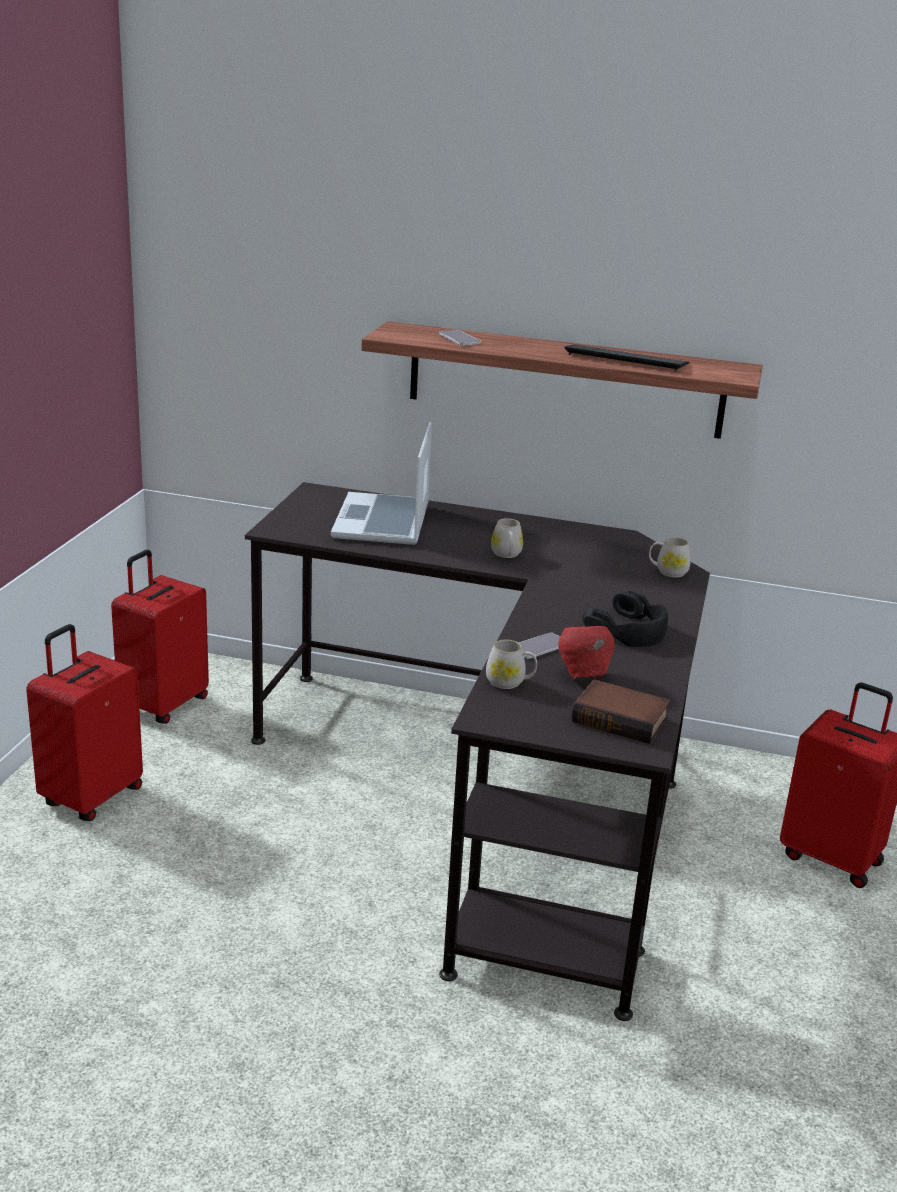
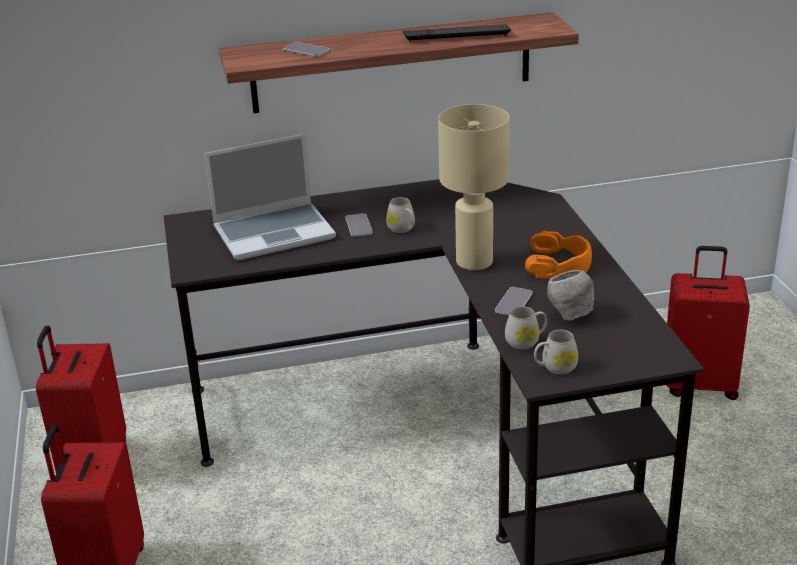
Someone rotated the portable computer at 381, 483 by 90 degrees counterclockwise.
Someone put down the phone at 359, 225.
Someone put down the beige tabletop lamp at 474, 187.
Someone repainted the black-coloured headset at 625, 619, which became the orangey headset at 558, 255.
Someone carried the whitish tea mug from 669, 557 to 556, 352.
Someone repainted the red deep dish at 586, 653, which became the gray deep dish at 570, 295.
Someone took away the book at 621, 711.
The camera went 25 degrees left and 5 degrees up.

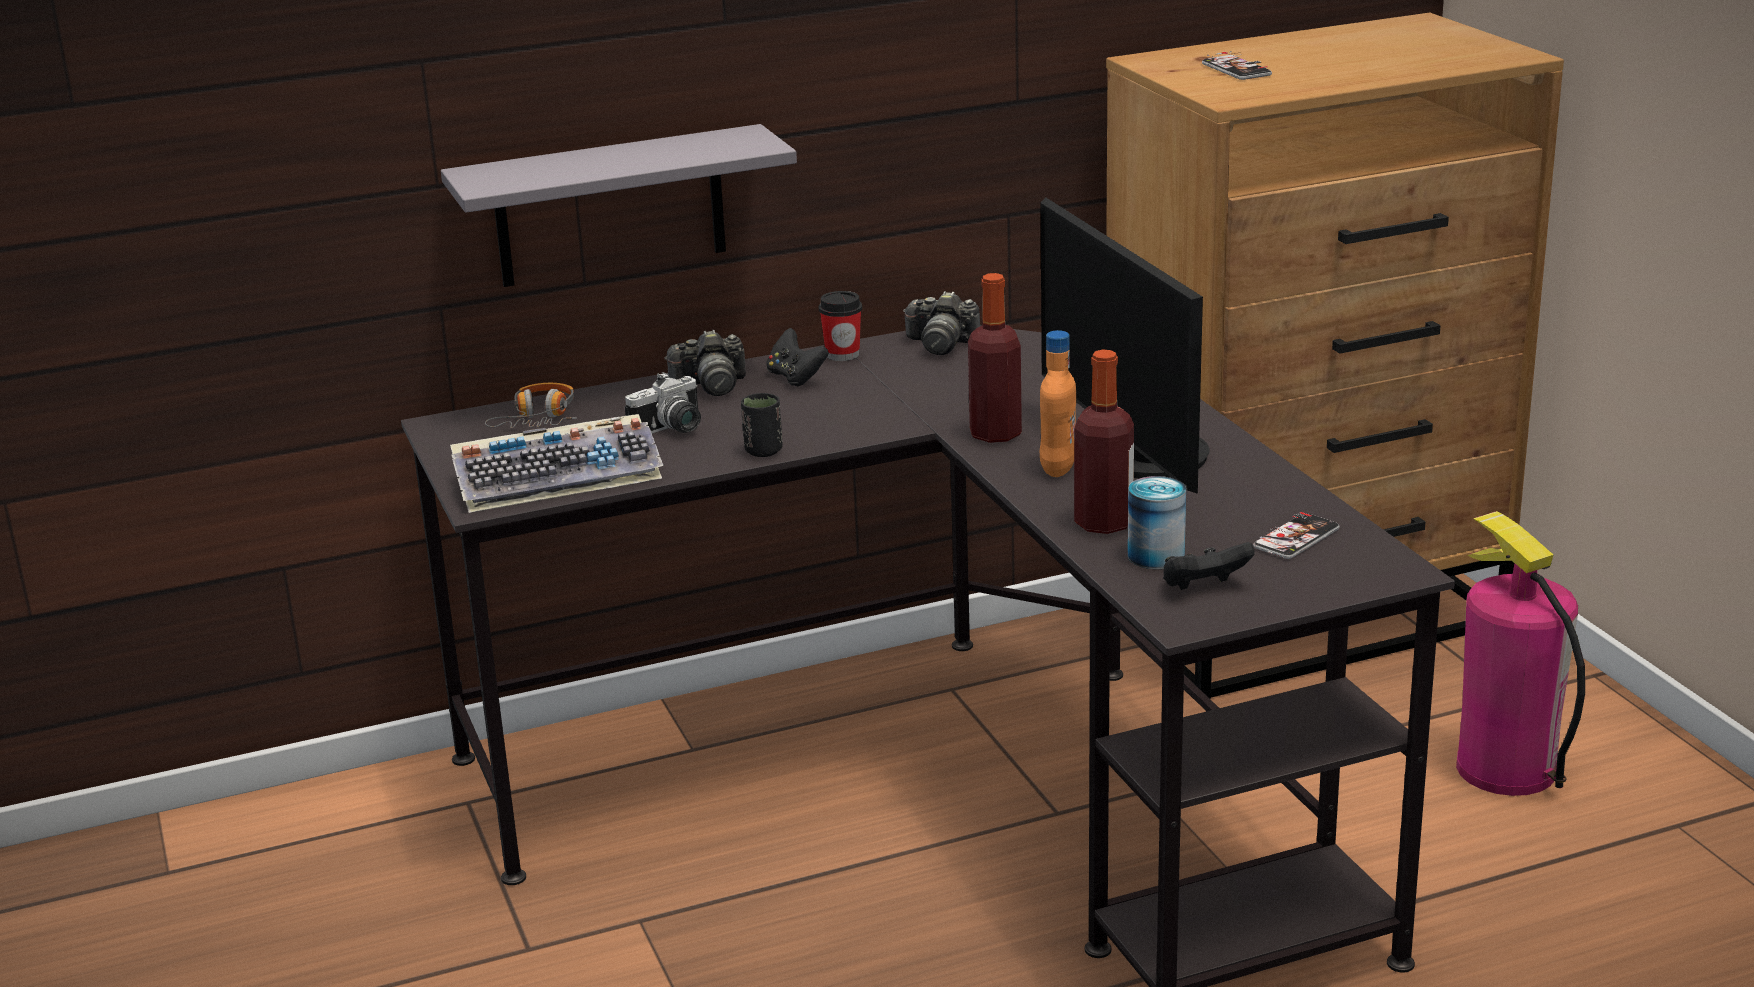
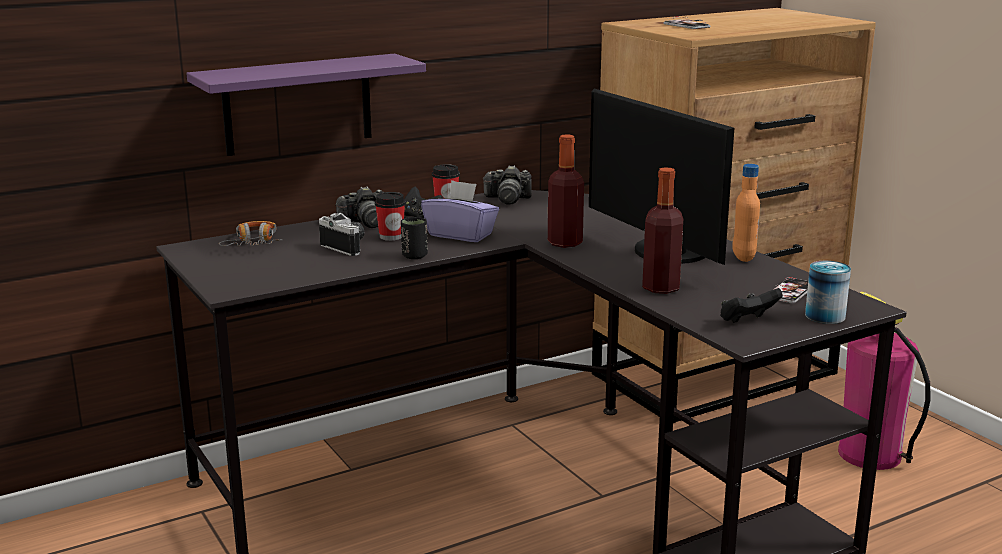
Someone repainted the gray bracket shelf at 619, 205, which became the purple-coloured bracket shelf at 306, 105.
Someone rotated the still camera at 663, 403 by 90 degrees counterclockwise.
Someone put down the drinking cup at 390, 216.
Someone put down the purple-coloured box of tissues at 460, 211.
Someone carried the orangey drink bottle from 1058, 403 to 746, 213.
Someone carried the metal can from 1157, 522 to 828, 292.
Someone took away the computer keyboard at 556, 463.
The camera went 10 degrees left and 5 degrees down.

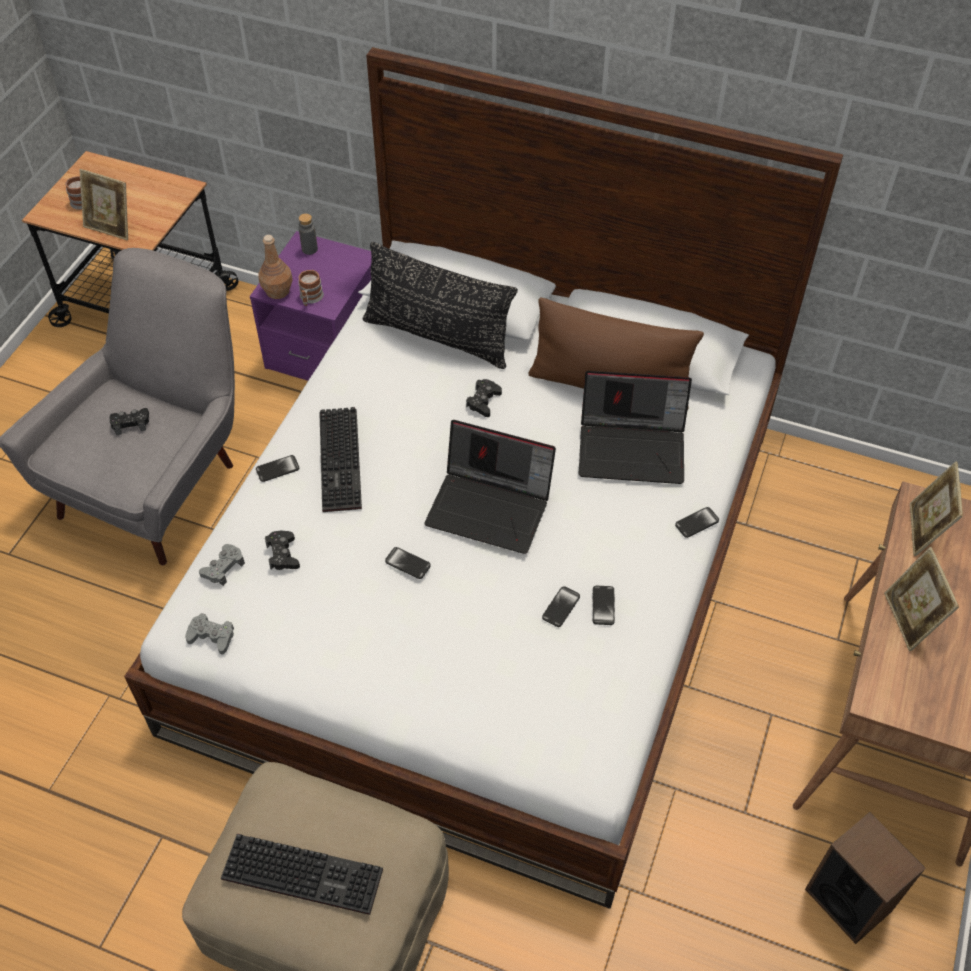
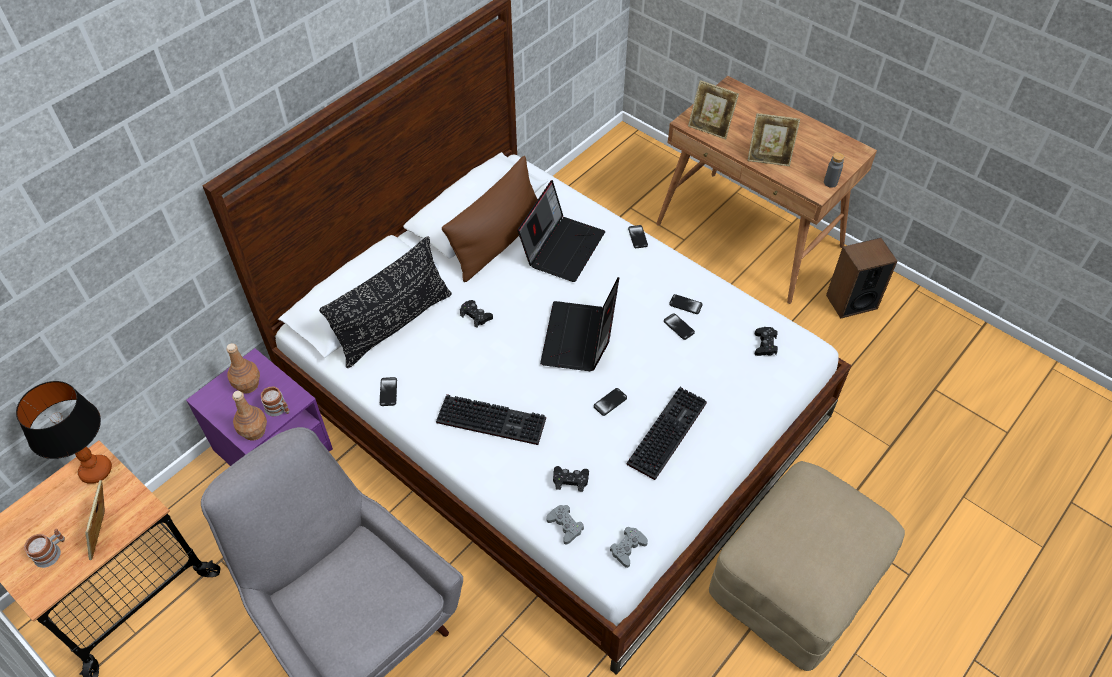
Someone put down the tabletop lamp at 64, 432.
Someone rotated the standing frame at 104, 204 by 135 degrees clockwise.
Someone put down the brown-coloured drink bottle at 243, 368.
Someone carried the phone from 277, 468 to 388, 391.
Someone rotated the portable computer at 490, 487 by 150 degrees clockwise.
Someone carried the computer keyboard from 302, 874 to 667, 433.
Someone carried the black-coloured joypad from 129, 421 to 766, 341.
Someone carried the gray drink bottle from 308, 234 to 834, 170.
The camera went 70 degrees left and 0 degrees up.

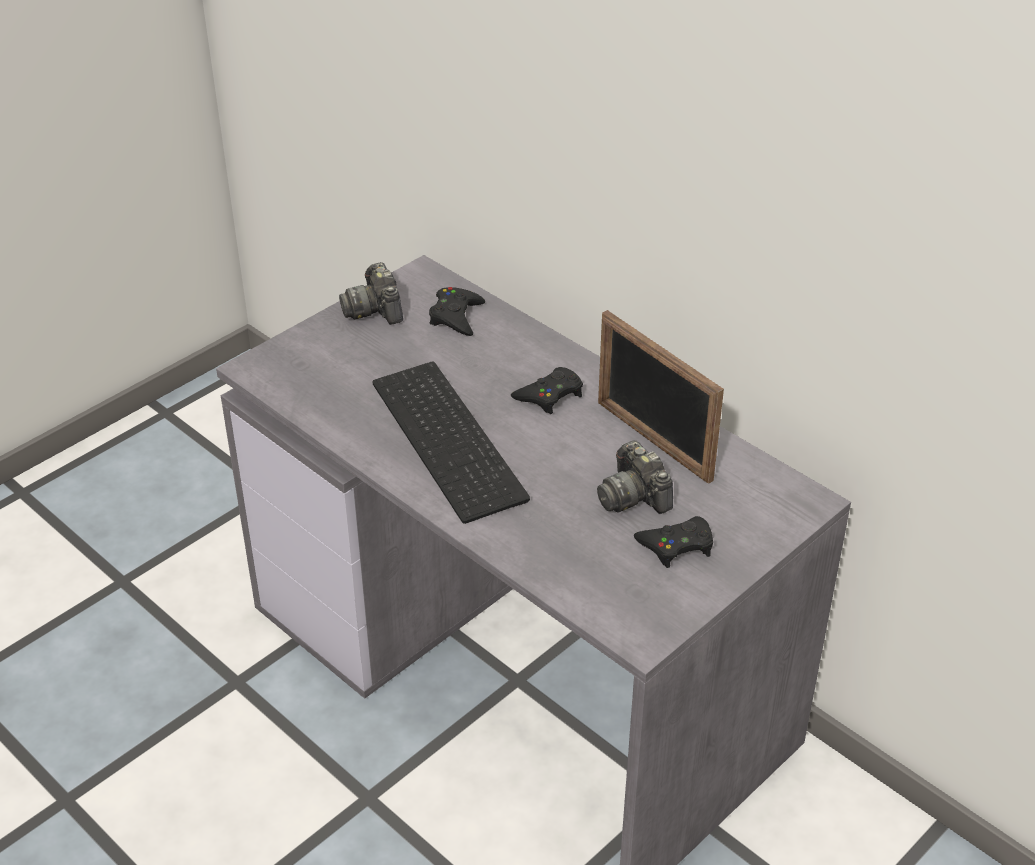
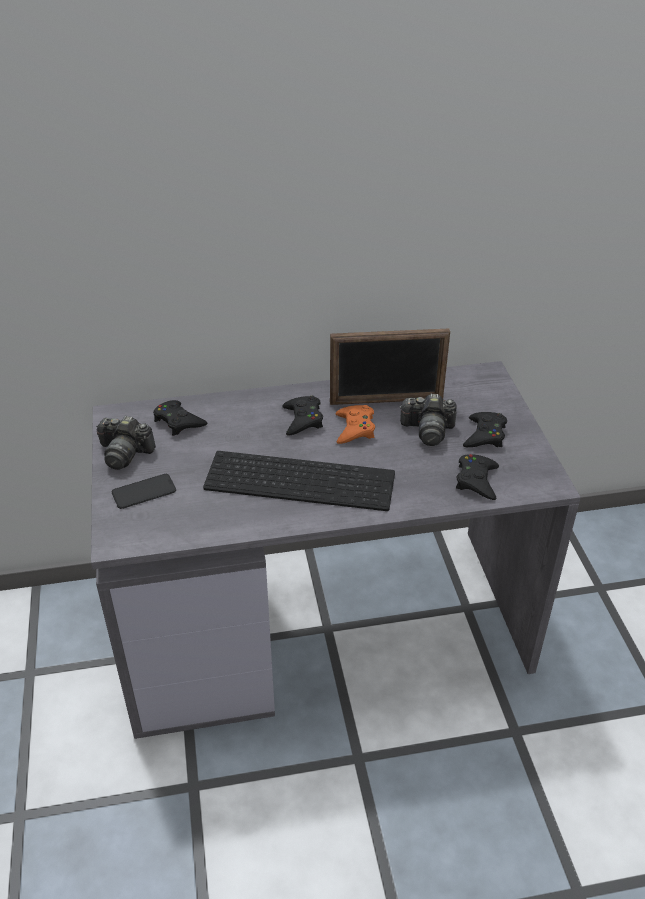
Someone put down the phone at 144, 491.
Someone put down the orangey joypad at 355, 424.
Someone put down the black-coloured joypad at 477, 477.
The camera went 55 degrees left and 0 degrees up.

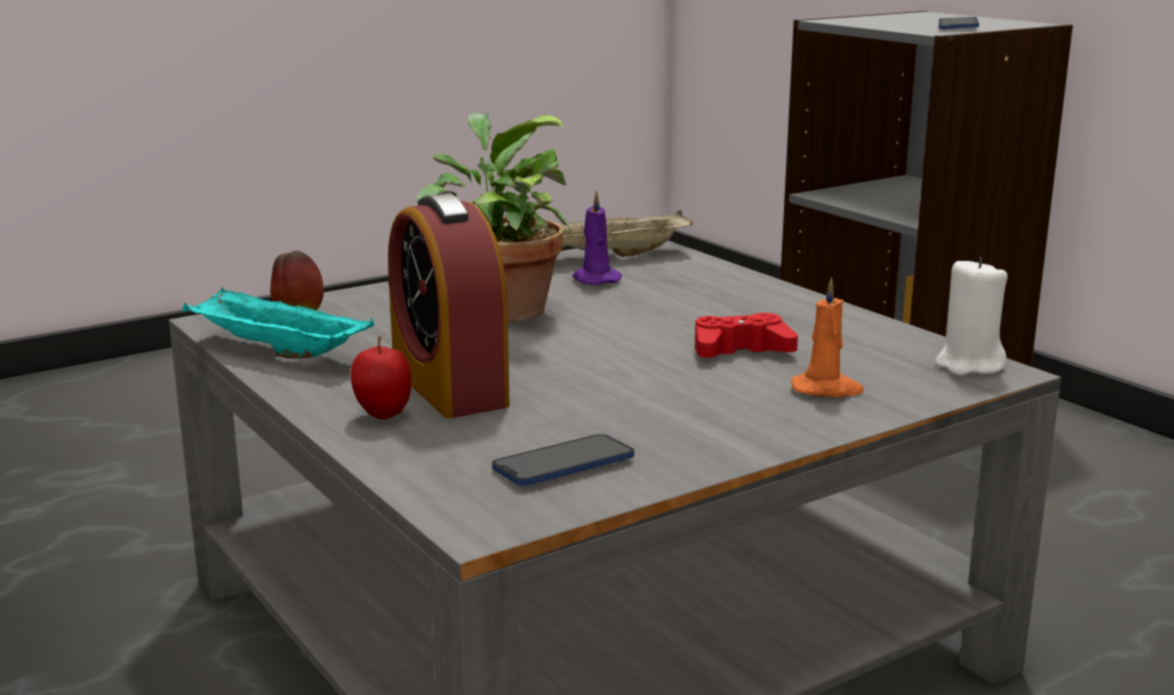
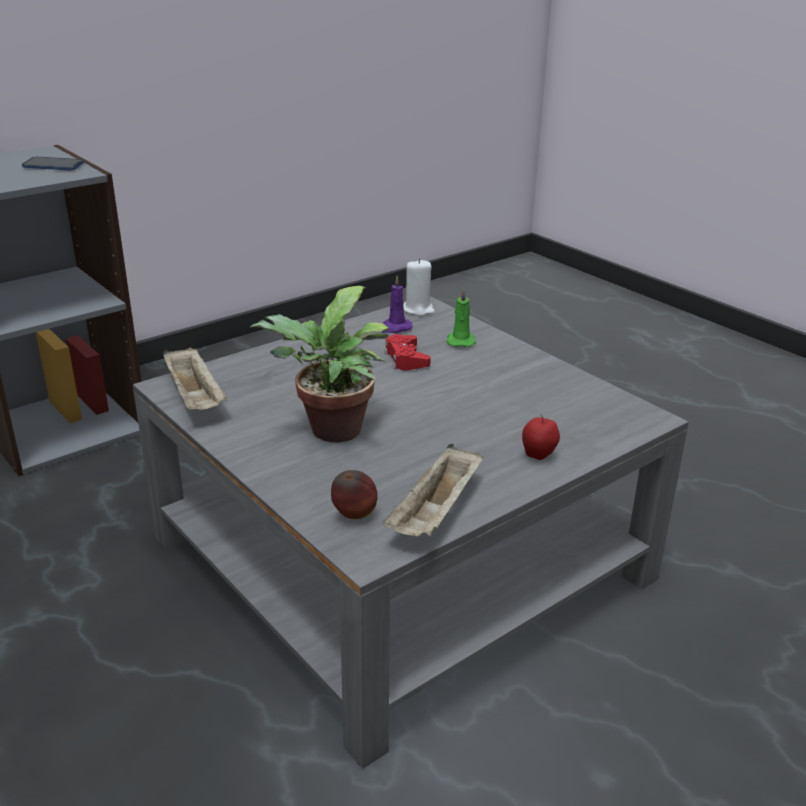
Someone carried the purple-coloured wax candle from 597, 237 to 397, 304.
Someone repainted the turquoise-coloured carrying tray at 278, 323, which became the beige carrying tray at 433, 490.
Someone repainted the orangey wax candle at 827, 337, which became the greenish wax candle at 461, 317.
Someone took away the alarm clock at 449, 305.
Someone took away the phone at 563, 459.
The camera went 95 degrees left and 10 degrees up.

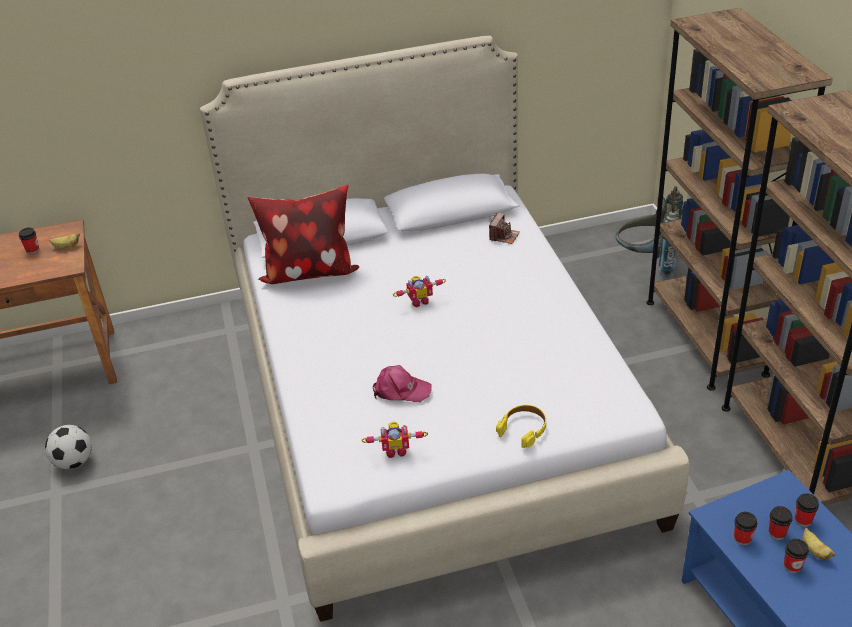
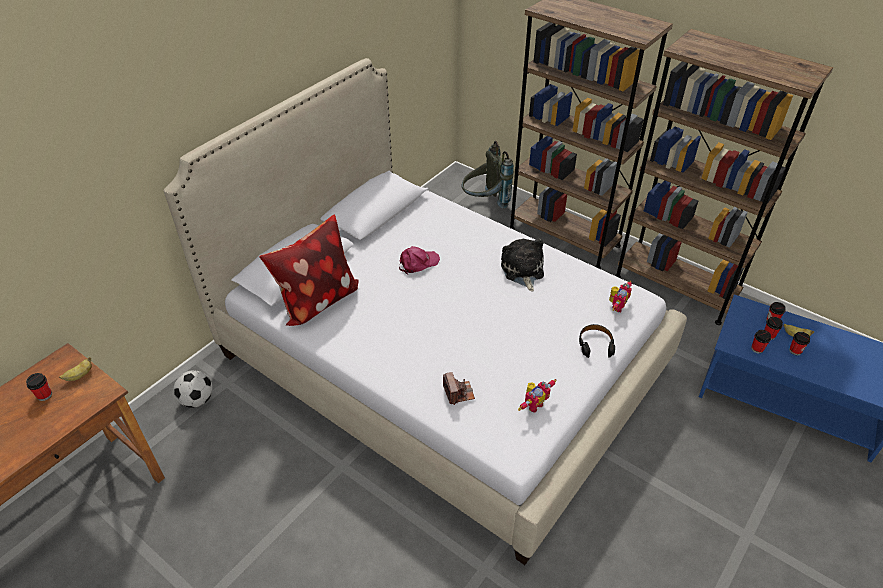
Someone carried the football ball from 68, 447 to 193, 389.
Someone carried the pink-coloured baseball cap from 402, 383 to 419, 260.
Someone carried the still camera from 504, 228 to 459, 388.
Someone put down the soft toy at 522, 265.
Someone repainted the yellowish headset at 521, 426, which became the black-coloured headset at 597, 341.
Someone carried the toy robot from 419, 291 to 620, 296.
The camera went 40 degrees left and 5 degrees up.

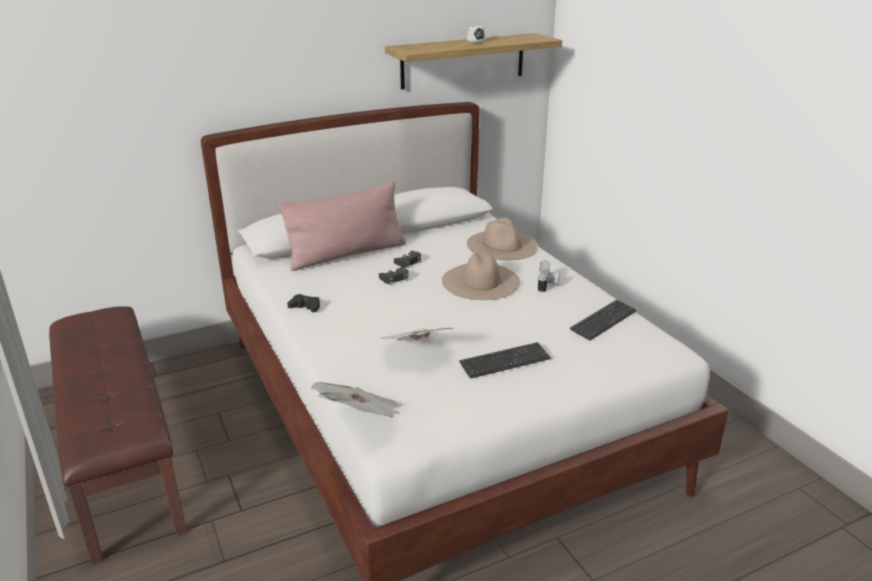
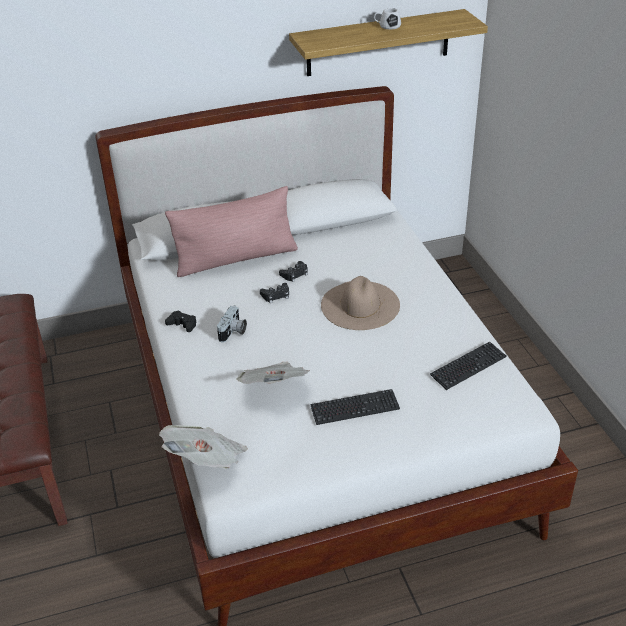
Someone carried the still camera from 549, 276 to 232, 324.
Someone took away the beige hat at 502, 238.
The camera went 10 degrees right and 10 degrees up.

